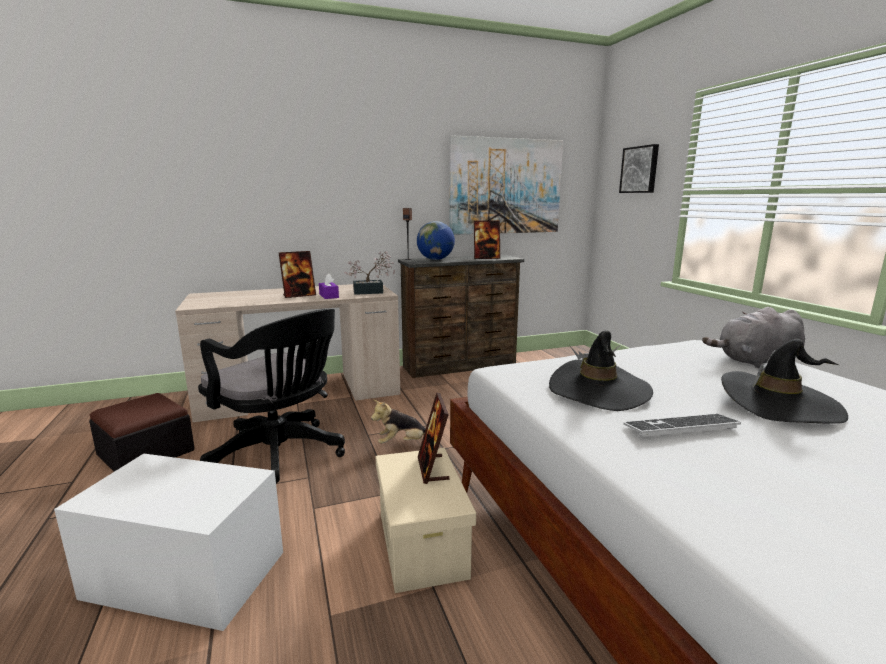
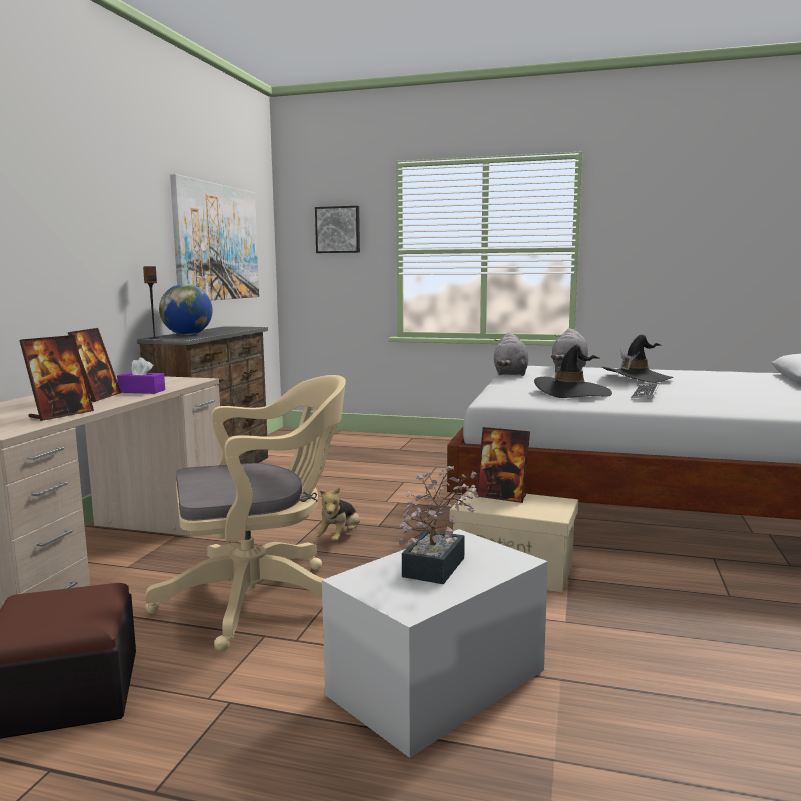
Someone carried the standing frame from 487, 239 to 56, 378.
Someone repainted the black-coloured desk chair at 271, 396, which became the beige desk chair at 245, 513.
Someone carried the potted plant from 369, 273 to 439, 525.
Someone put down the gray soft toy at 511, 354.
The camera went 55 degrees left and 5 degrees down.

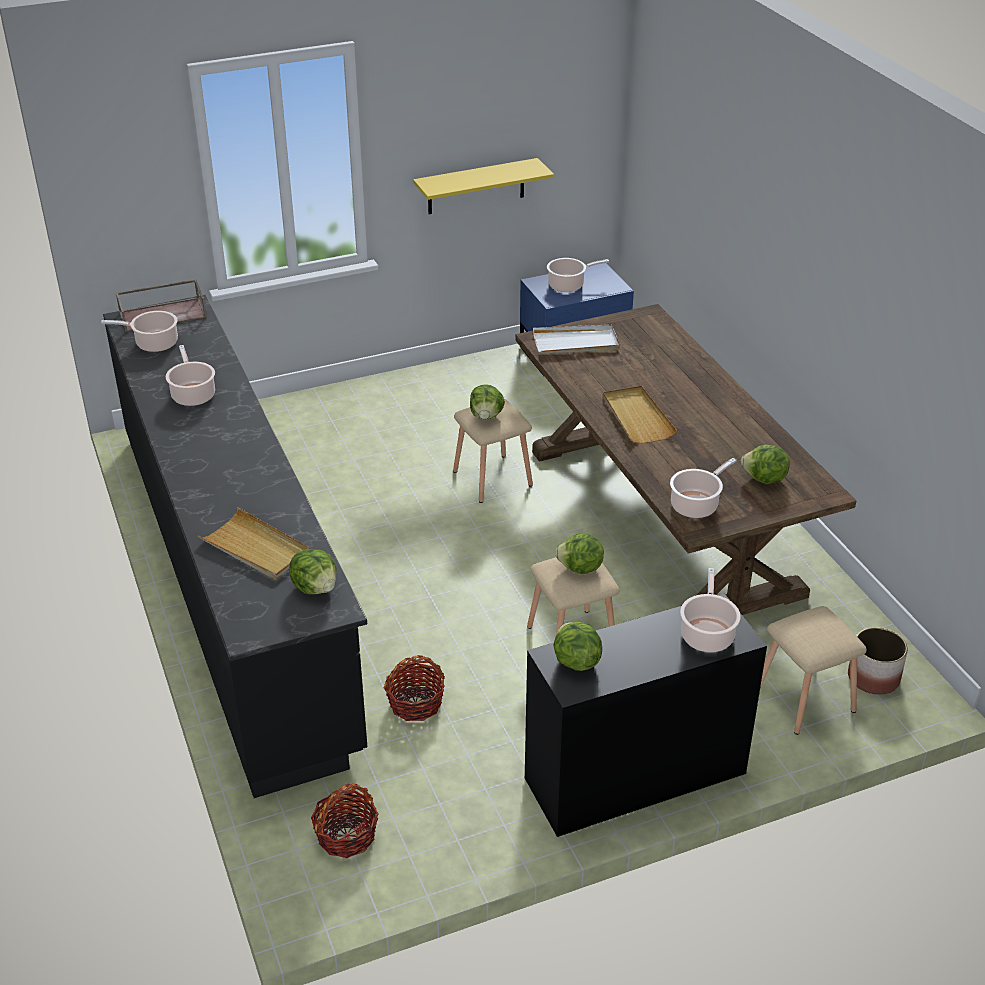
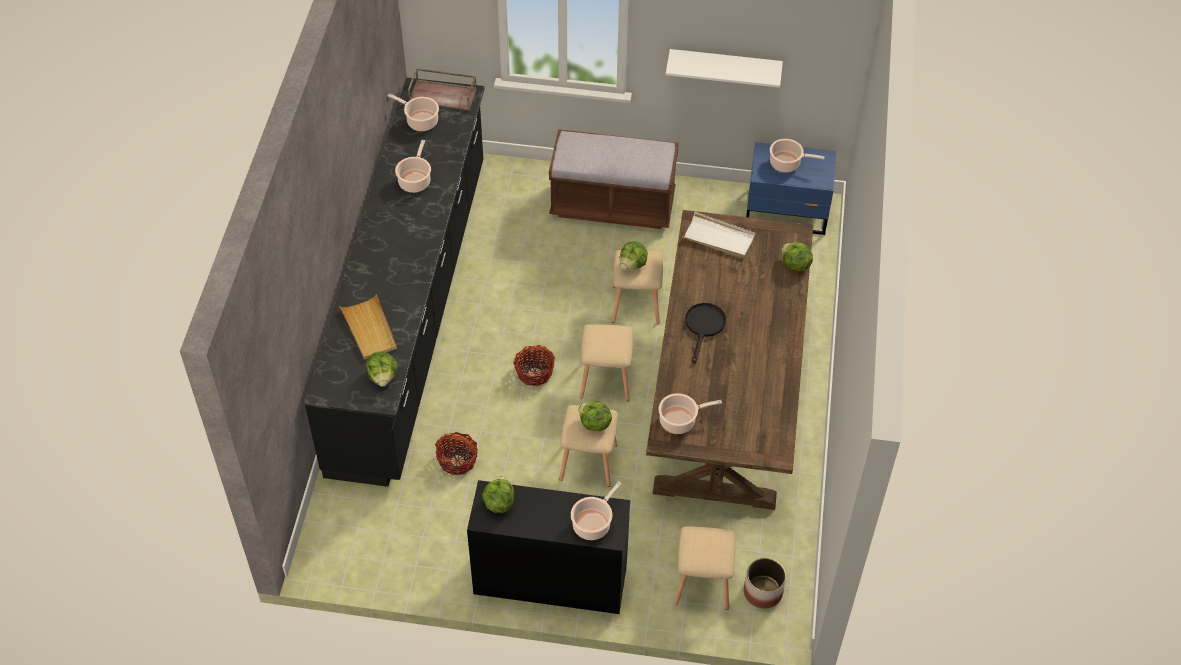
Someone carried the storage basket from 345, 821 to 534, 365.
Someone put down the brown-coloured indoor bench at 614, 179.
Someone put down the beige stool at 606, 362.
Someone repainted the yellowish bracket shelf at 483, 186, which became the whitish bracket shelf at 724, 68.
Someone swapped the beige carrying tray at 640, 414 for the black-coloured frying pan at 705, 333.
Someone carried the lettuce from 765, 464 to 797, 257.
The camera went 30 degrees right and 15 degrees up.

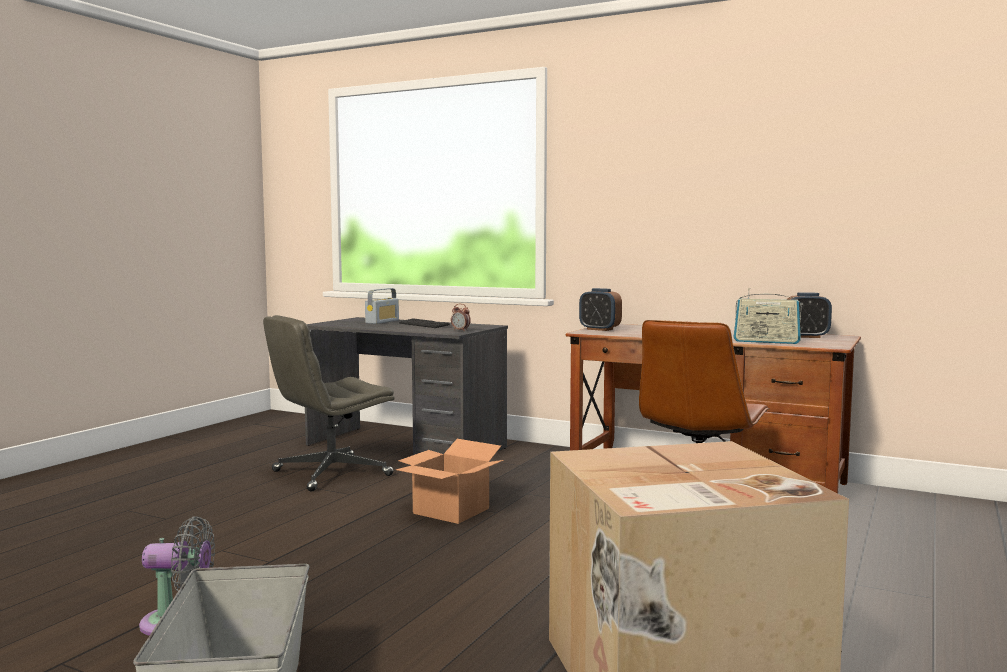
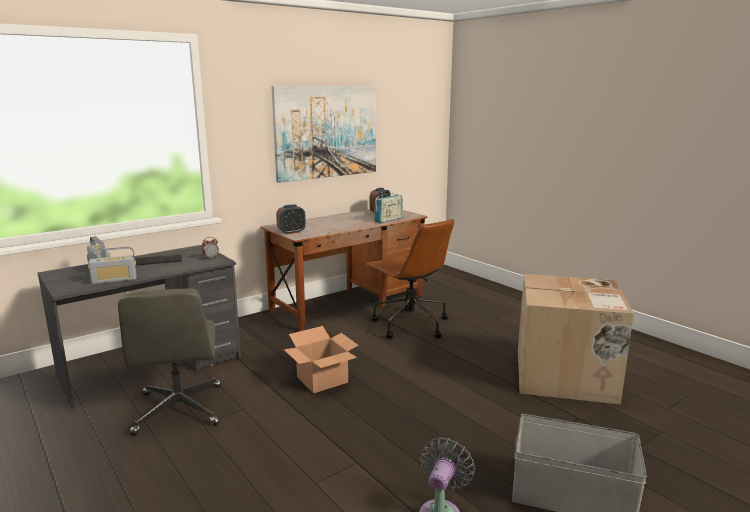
Someone put down the radio set at 111, 265.
Someone put up the wall picture at 323, 134.
The camera went 65 degrees left and 10 degrees up.

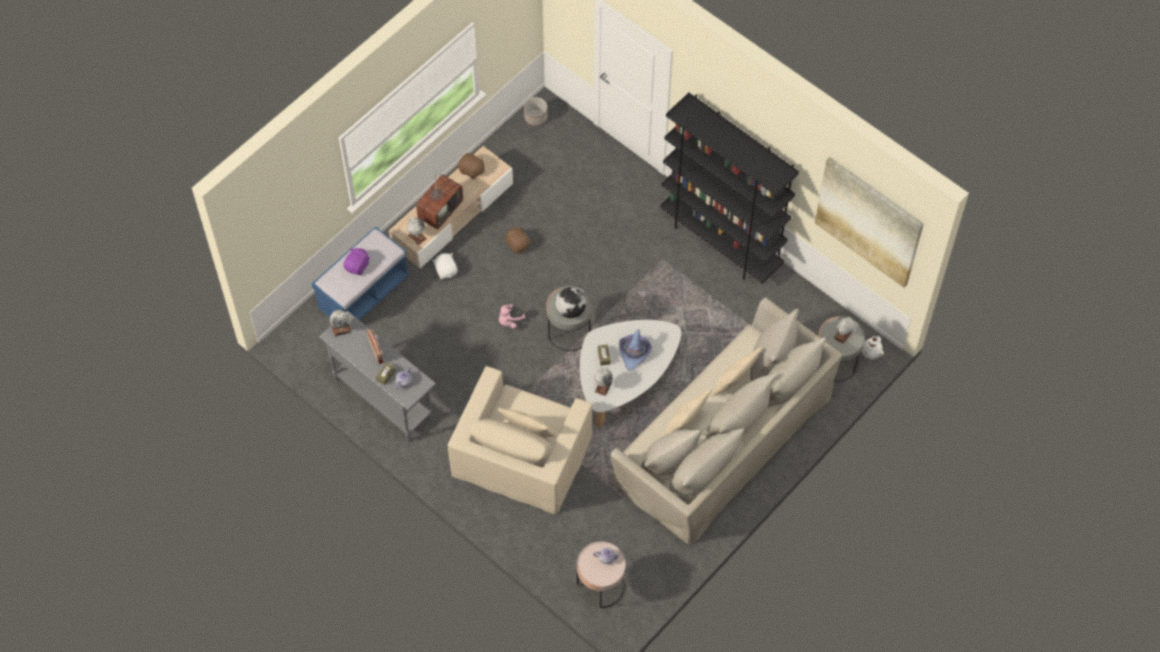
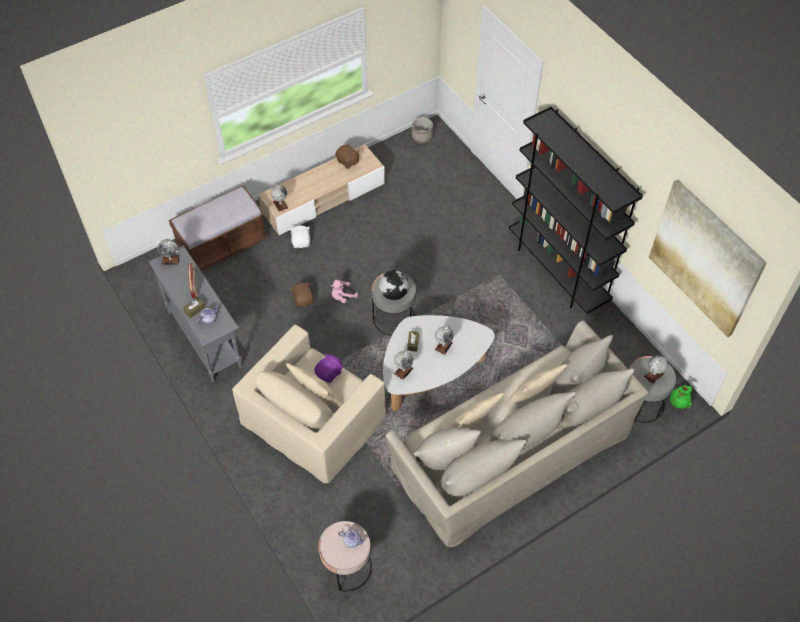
Someone repainted the blue indoor bench at 361, 273, which became the brown-coloured indoor bench at 218, 228.
Someone carried the brown-coloured soft toy from 517, 240 to 302, 295.
Someone carried the purple-coloured soft toy from 356, 261 to 328, 368.
Someone swapped the purple-coloured hat at 635, 350 for the globe at 444, 340.
Someone repainted the whitish decorative vase at 873, 347, which became the greenish decorative vase at 681, 397.
Someone took away the TV set at 439, 202.
The camera went 15 degrees right and 5 degrees down.

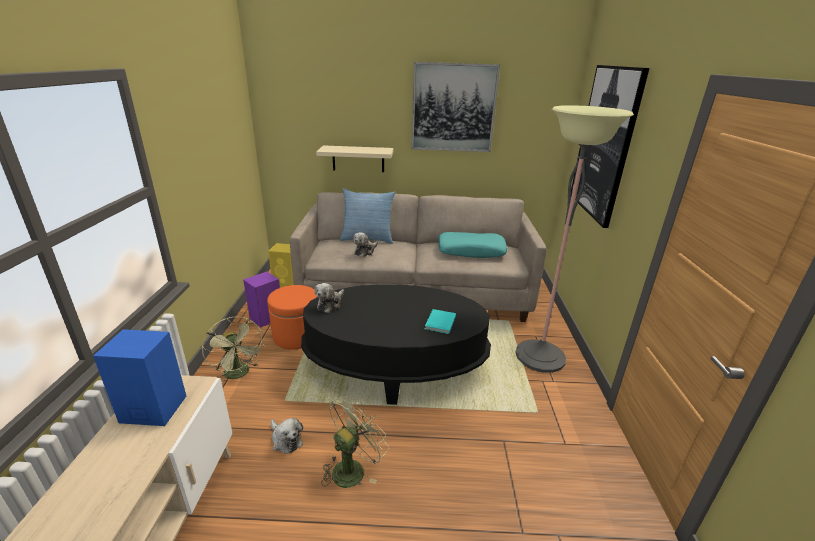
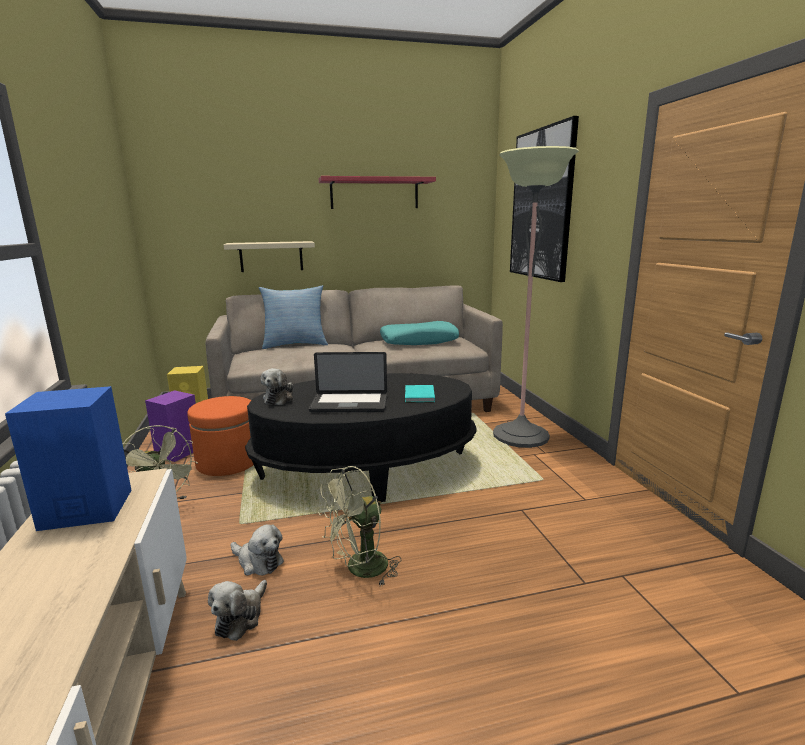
Someone carried the soft toy from 365, 244 to 237, 610.
Someone put down the portable computer at 348, 382.
Someone rotated the greenish fan at 355, 441 by 150 degrees counterclockwise.
Someone swapped the wall picture at 455, 107 for the red bracket shelf at 377, 192.
The camera went 15 degrees left and 10 degrees down.

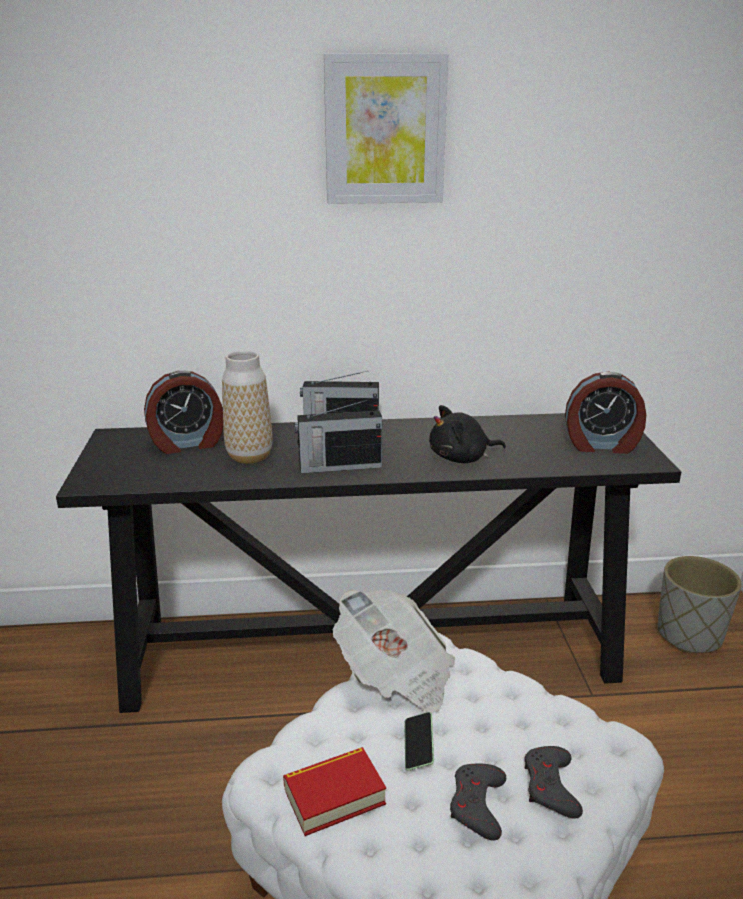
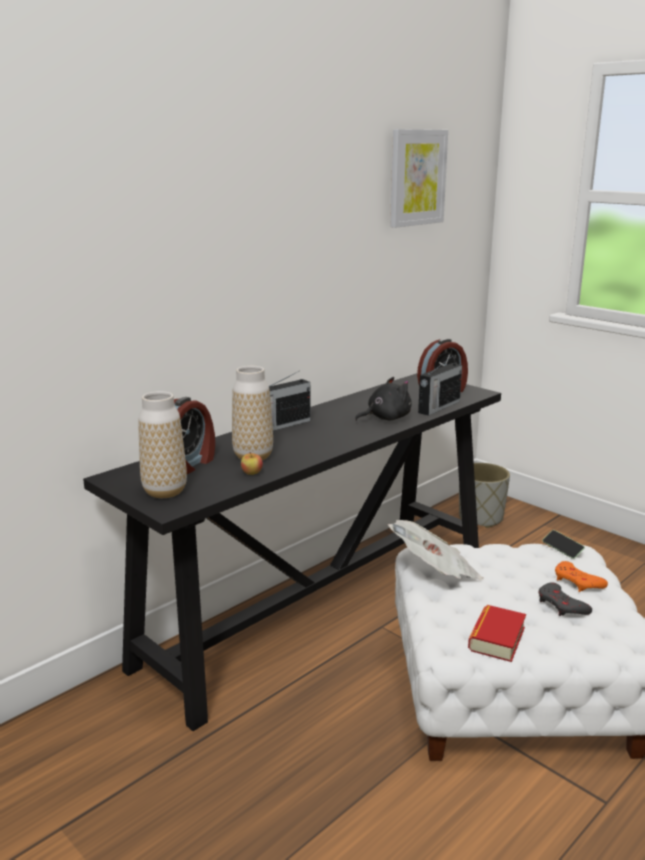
Someone put down the decorative vase at 162, 444.
Someone put down the whole apple at 252, 463.
Someone rotated the black-coloured soft toy at 467, 434 by 150 degrees counterclockwise.
Someone carried the wall picture from 386, 128 to 419, 178.
Someone carried the radio set from 338, 436 to 440, 385.
Someone carried the phone from 419, 741 to 563, 544.
Someone repainted the gray joypad at 553, 782, which became the orangey joypad at 581, 576.
The camera went 40 degrees left and 5 degrees down.

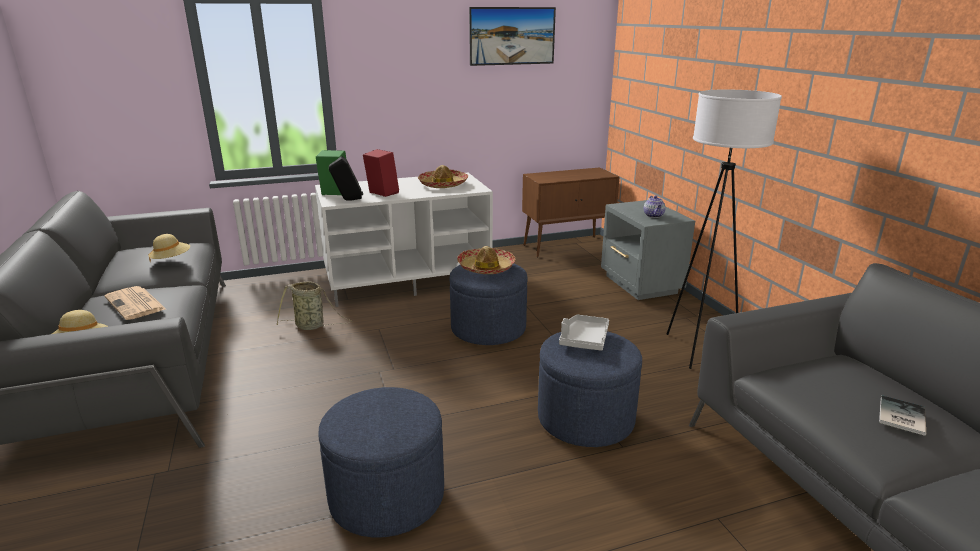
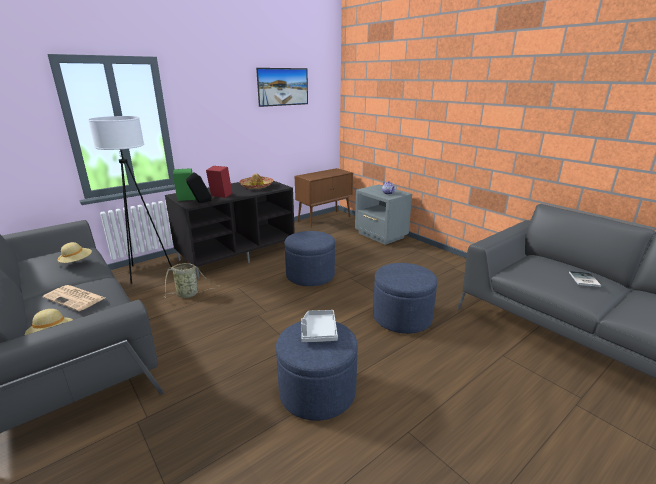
Someone carried the whitish floor lamp from 724, 229 to 130, 200.
Someone repainted the whitish tv stand at 404, 240, which became the black-coloured tv stand at 230, 230.
Someone carried the gray carrying tray from 584, 333 to 319, 326.
Someone took away the hat at 486, 260.
The camera went 20 degrees left and 0 degrees up.

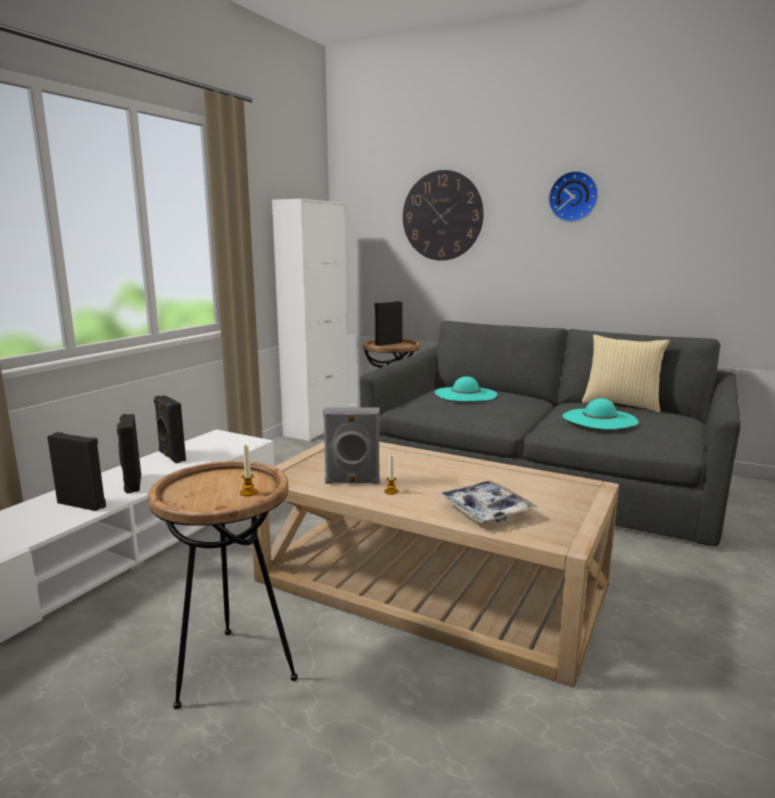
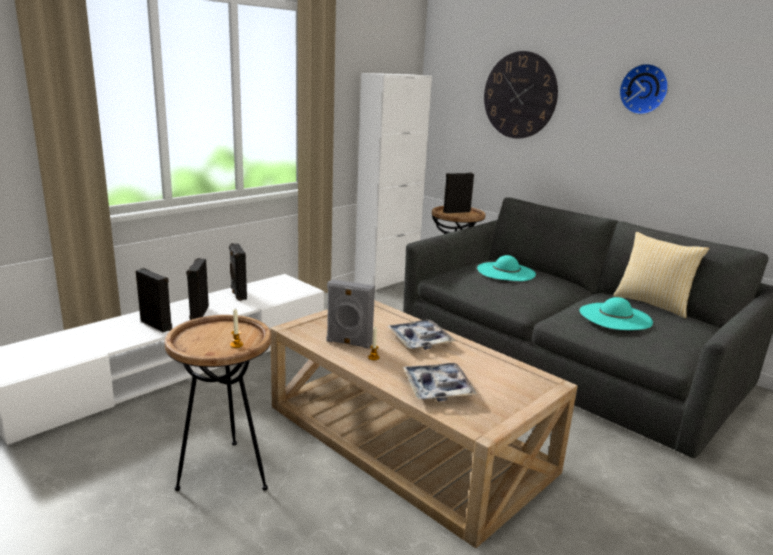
Someone put down the carrying tray at 421, 334.
The camera went 15 degrees right and 5 degrees up.

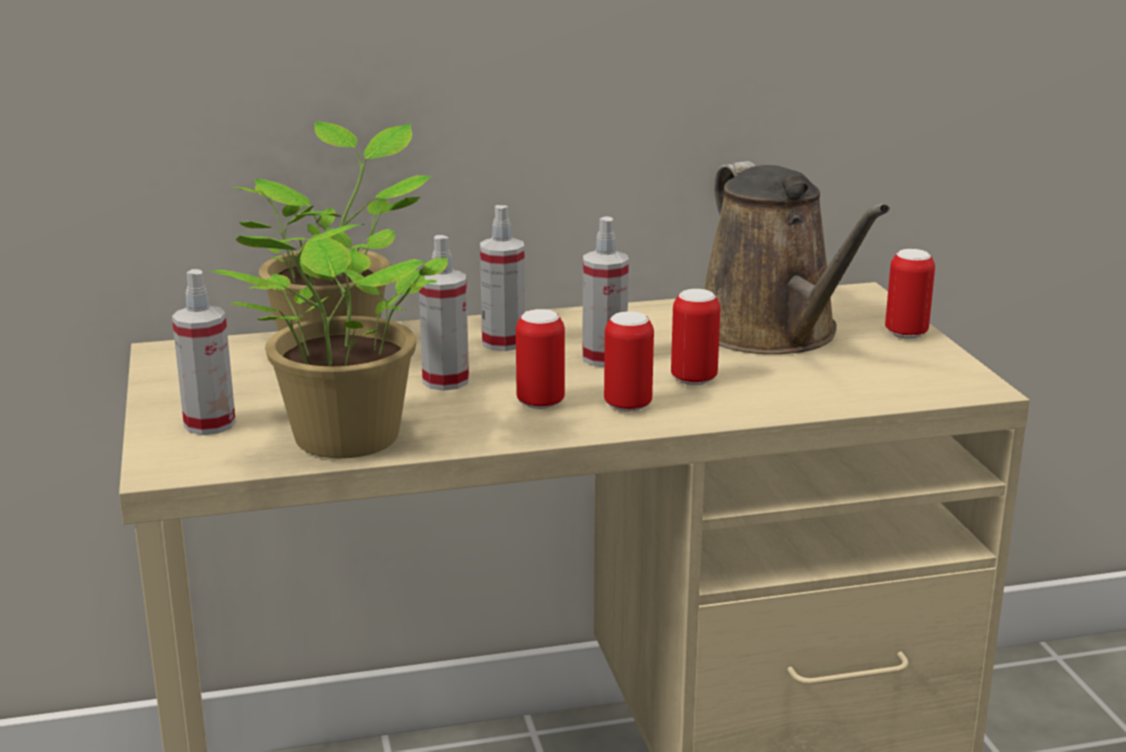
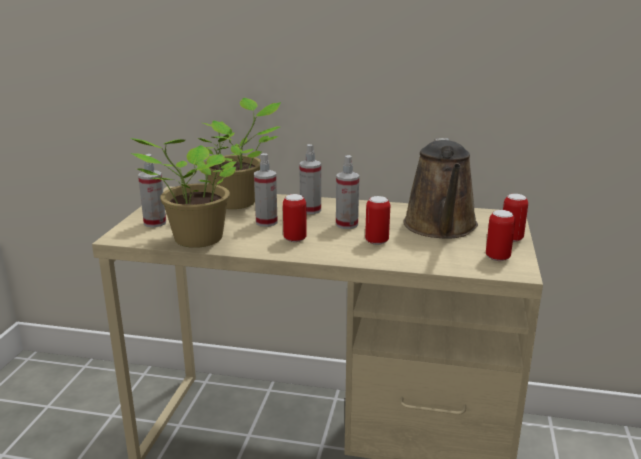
Someone carried the metal can from 629, 361 to 500, 235.
The camera went 25 degrees right and 0 degrees up.

